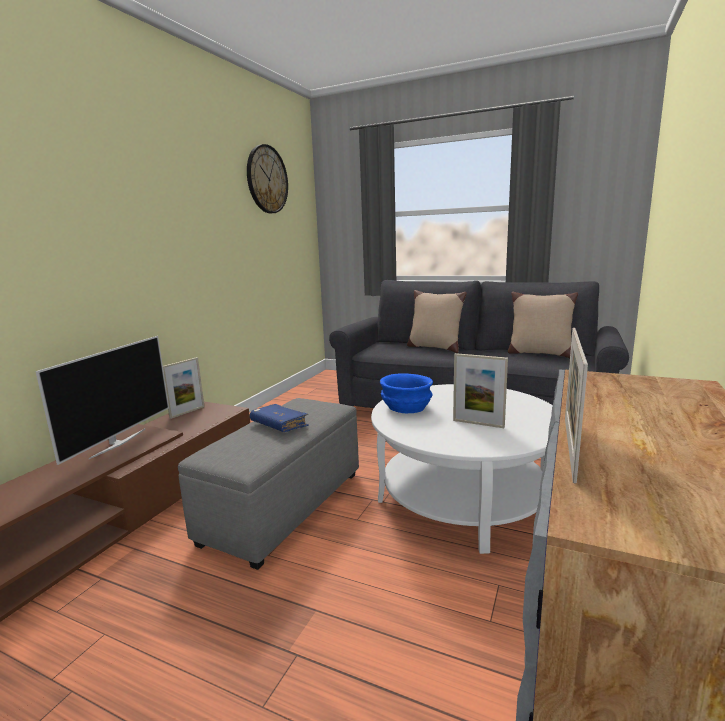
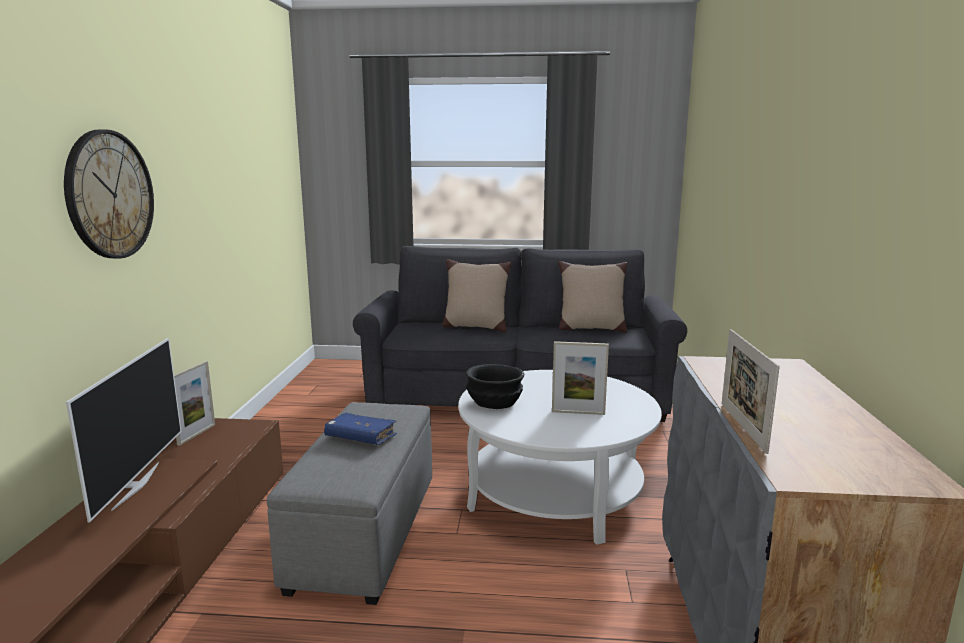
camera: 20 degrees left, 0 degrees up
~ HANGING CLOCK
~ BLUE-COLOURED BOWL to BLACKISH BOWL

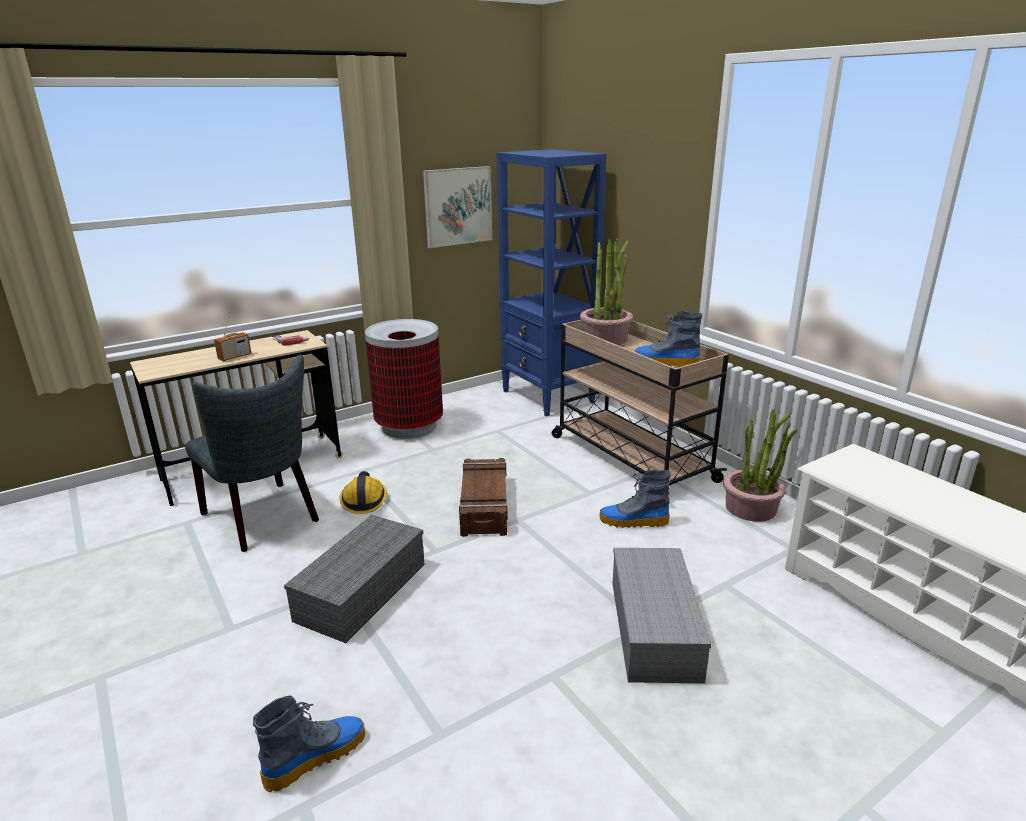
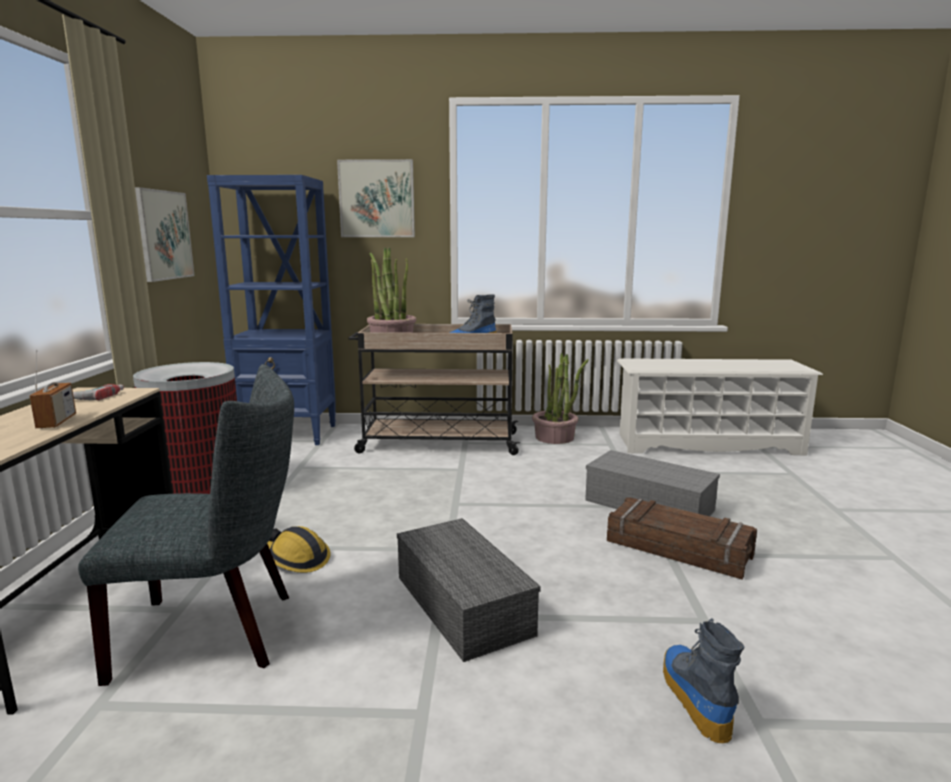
camera: 55 degrees left, 10 degrees down
~ CRATE
- TALL BOOT (no. 2 from left)
+ PICTURE (no. 2 from left)

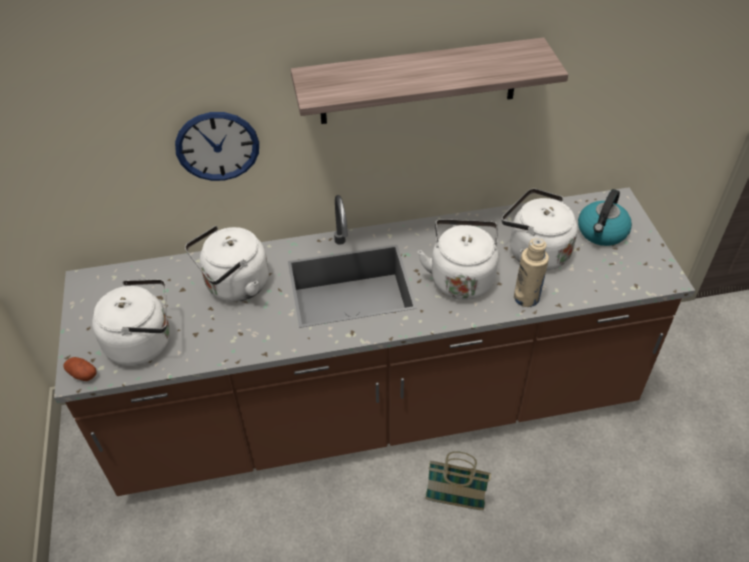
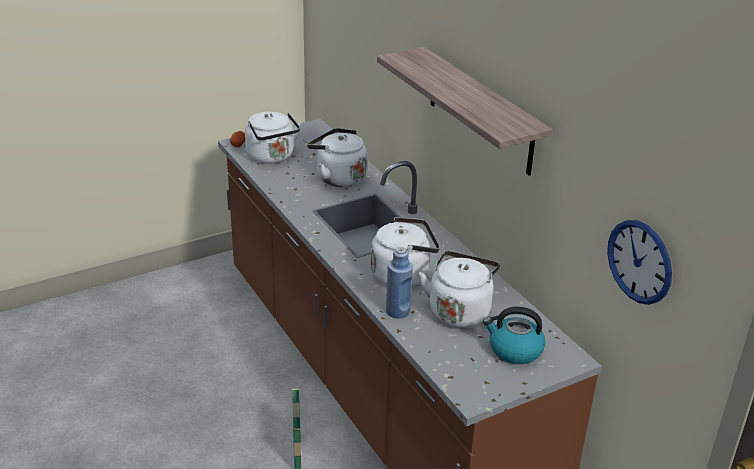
camera: 70 degrees right, 15 degrees down
~ HANGING CLOCK
~ BEIGE DRINK BOTTLE to BLUE-COLOURED DRINK BOTTLE

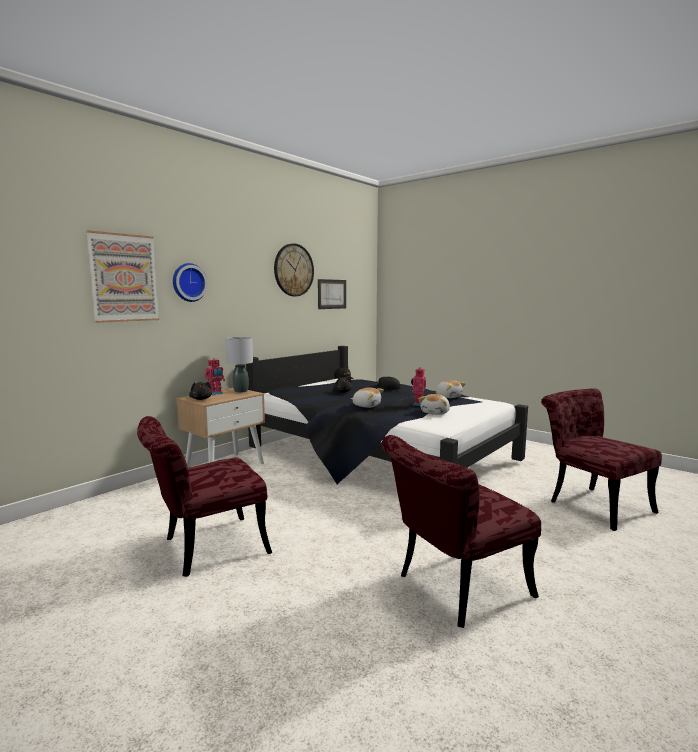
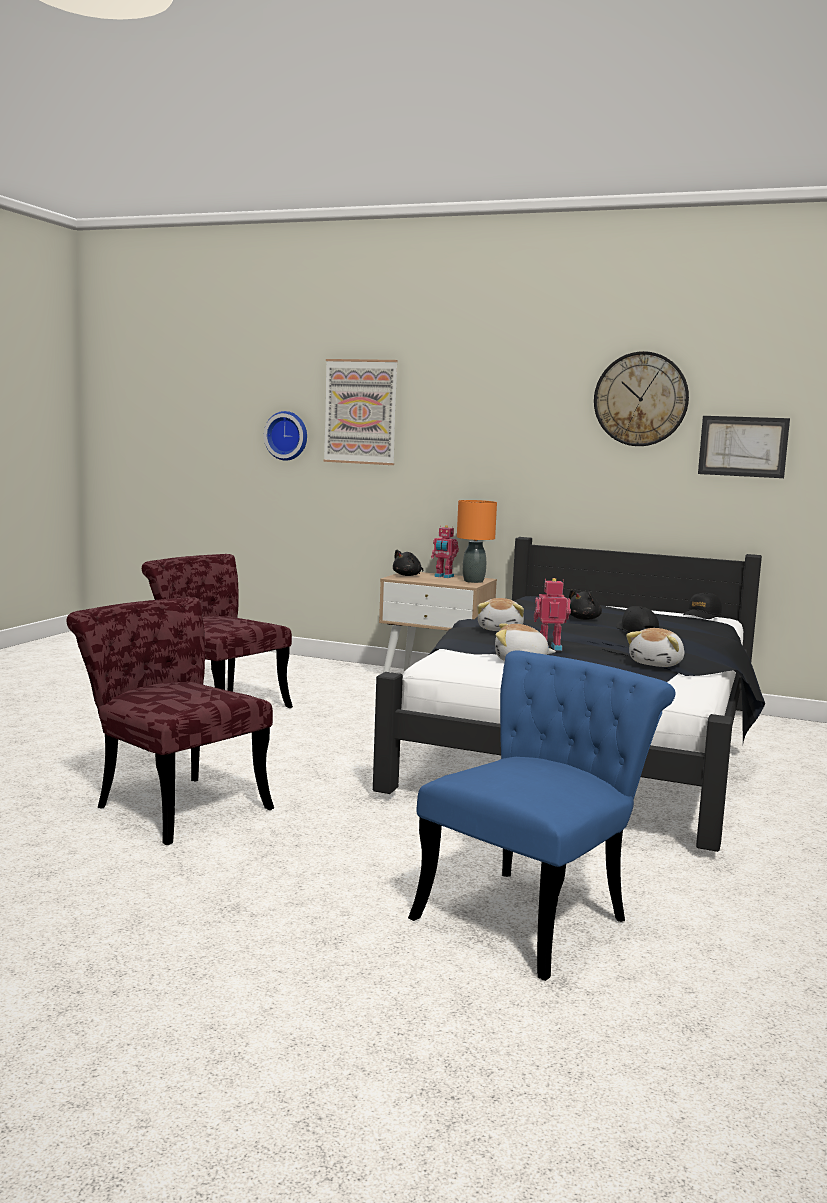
camera: 70 degrees right, 0 degrees up
~ HANGING CLOCK (no. 1 from left)
~ GRAY TABLE LAMP to ORANGE TABLE LAMP
~ RED-COLOURED UPRIGHT CHAIR (no. 3 from left) to BLUE-COLOURED UPRIGHT CHAIR

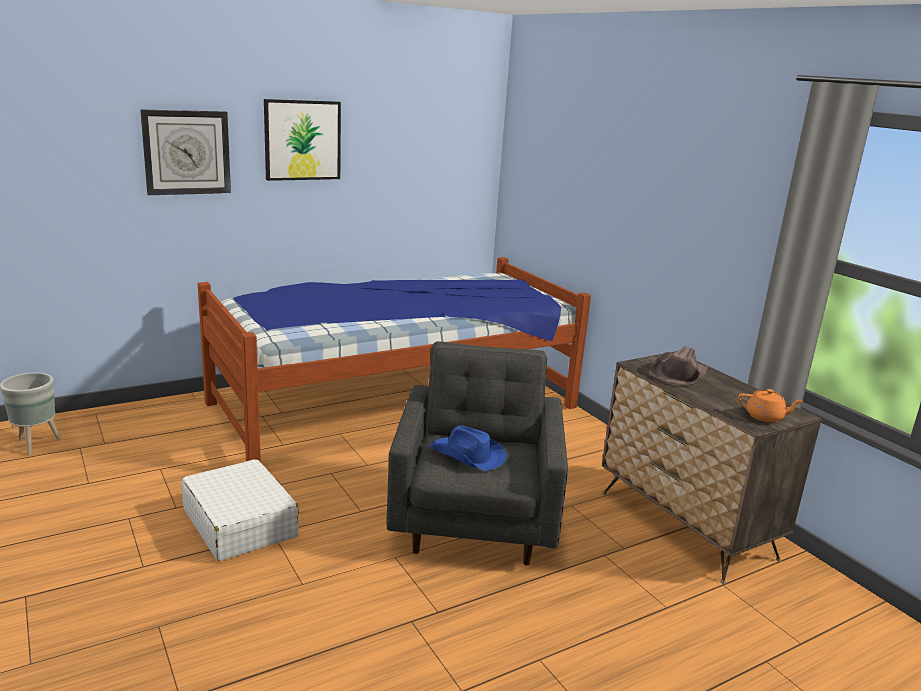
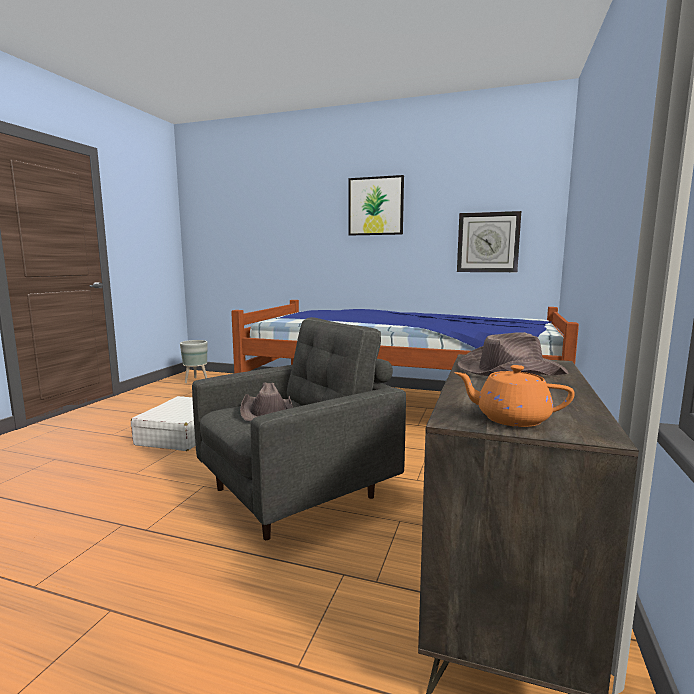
camera: 50 degrees right, 10 degrees down
~ HANGING CLOCK
~ BLUE-COLOURED WEARABLE HAT to BROWN-COLOURED WEARABLE HAT (no. 1 from left)
~ ORANGE TEAPOT 135 degrees clockwise

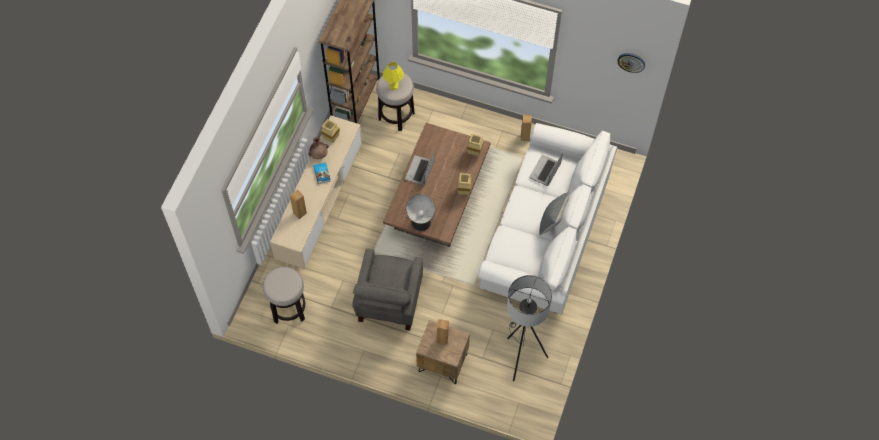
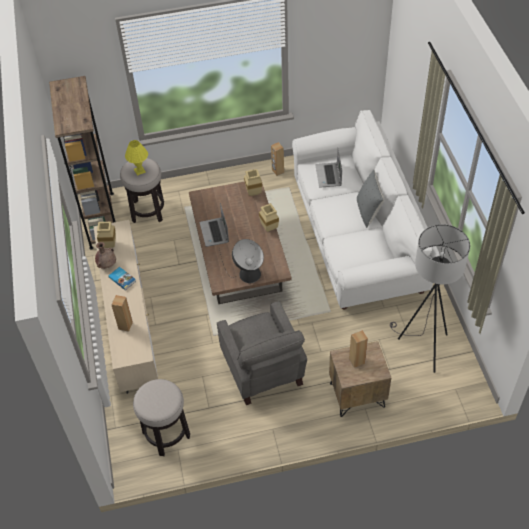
camera: 30 degrees left, 10 degrees down
- HANGING CLOCK

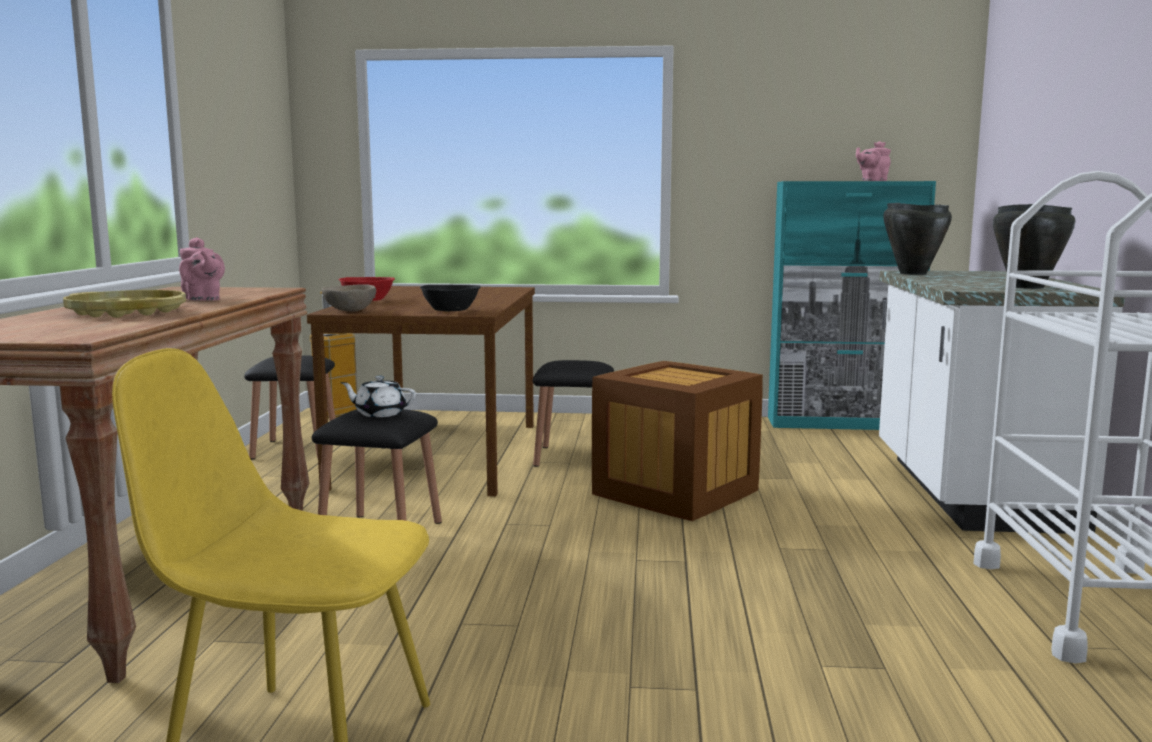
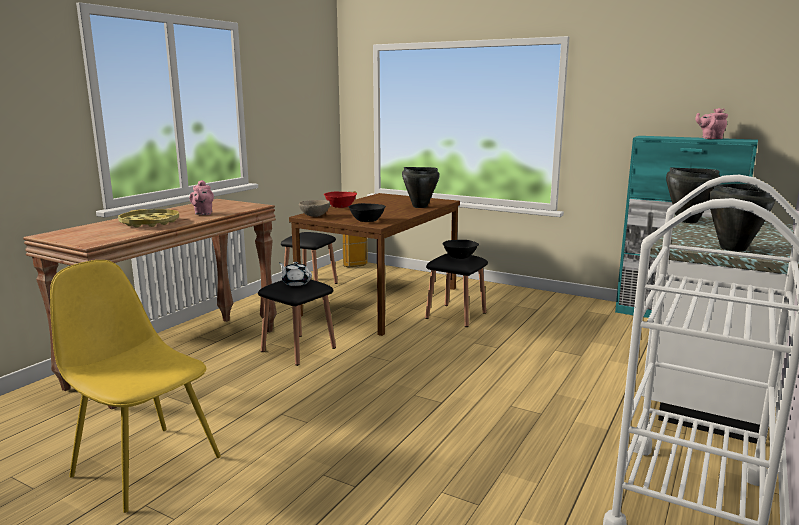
camera: 25 degrees right, 5 degrees up
- CRATE
+ BLACKISH COOKING POT (no. 1 from left)
+ BLACKISH BOWL (no. 2 from left)

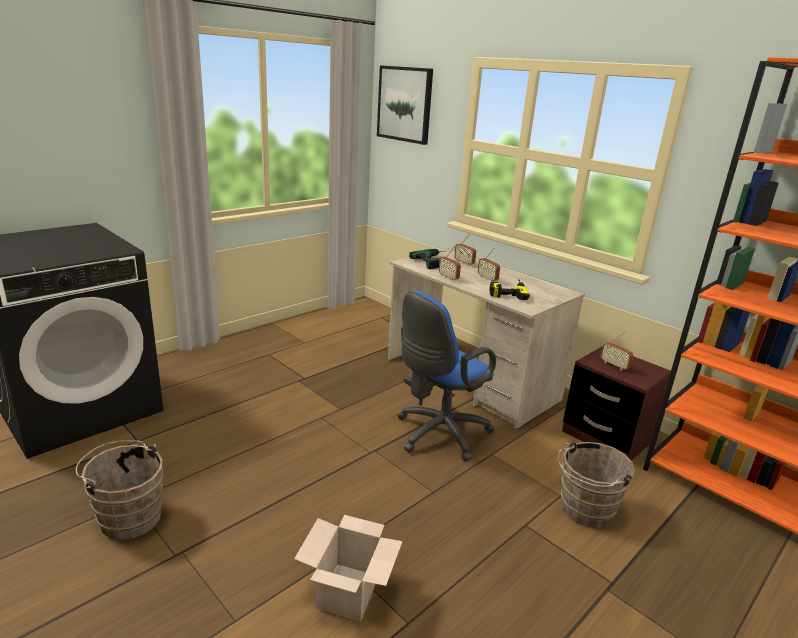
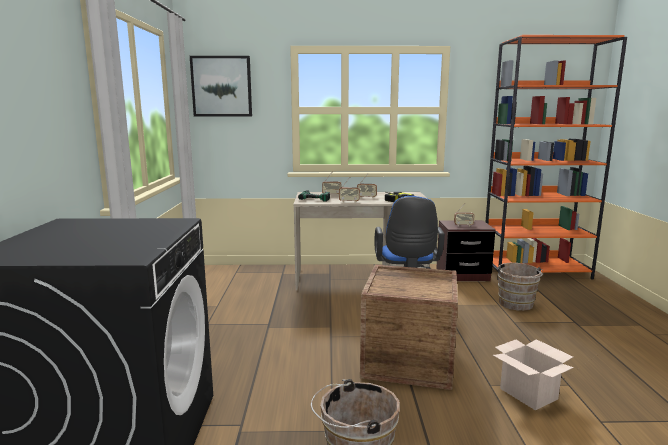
camera: 45 degrees left, 10 degrees down
+ CRATE

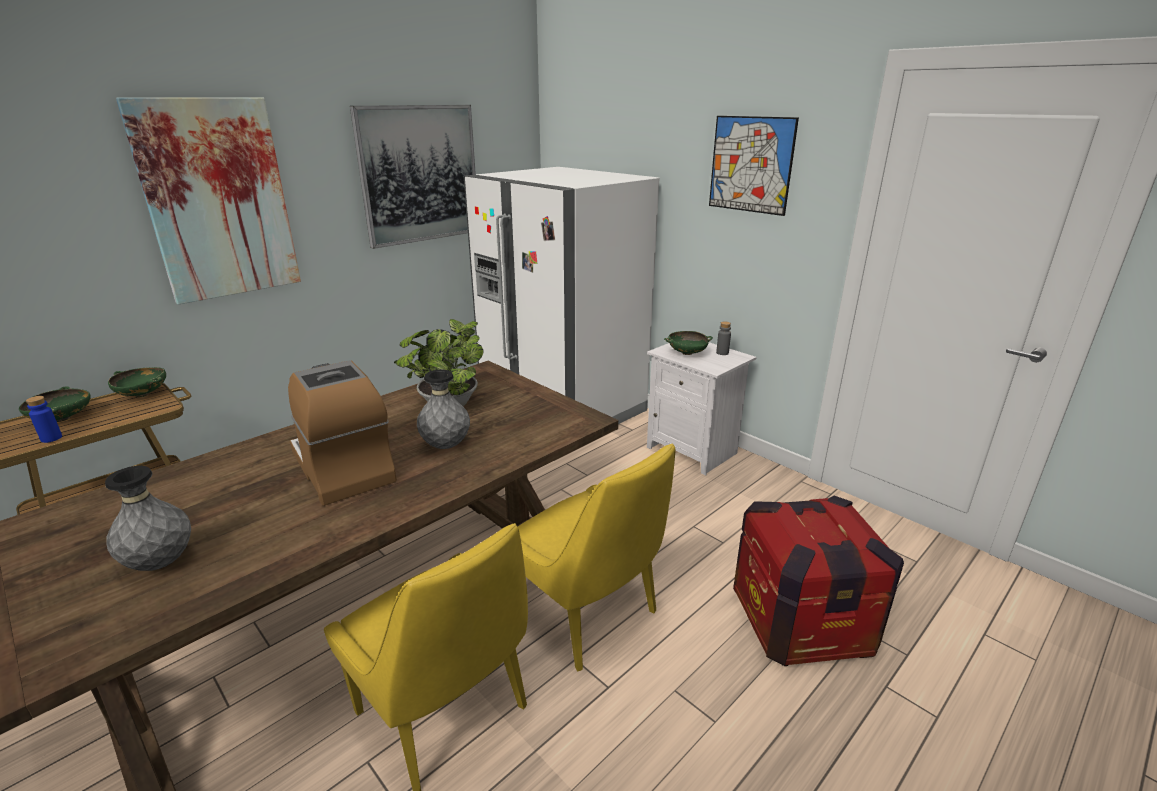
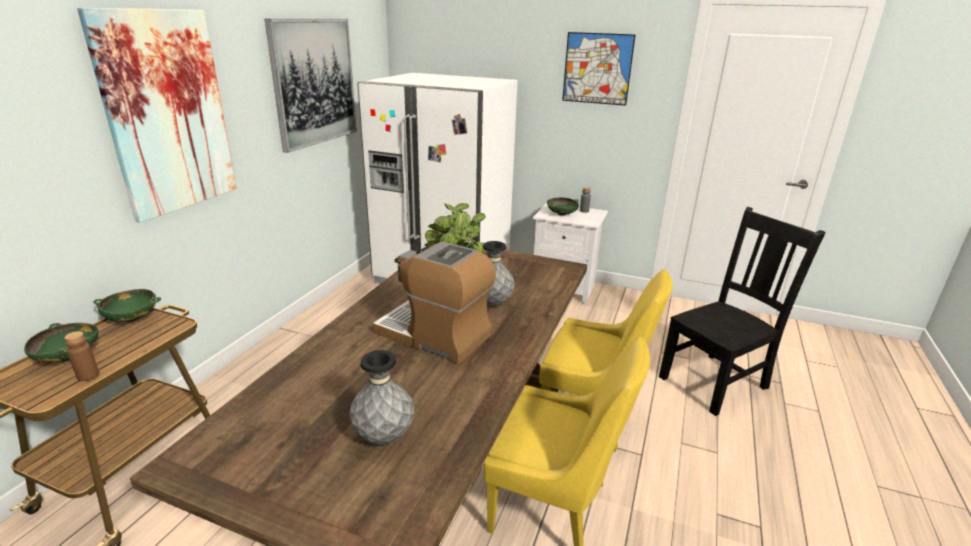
camera: 25 degrees left, 0 degrees up
~ BLUE-COLOURED DRINK BOTTLE to BROWN-COLOURED DRINK BOTTLE
~ CRATE to BLACKISH UPRIGHT CHAIR

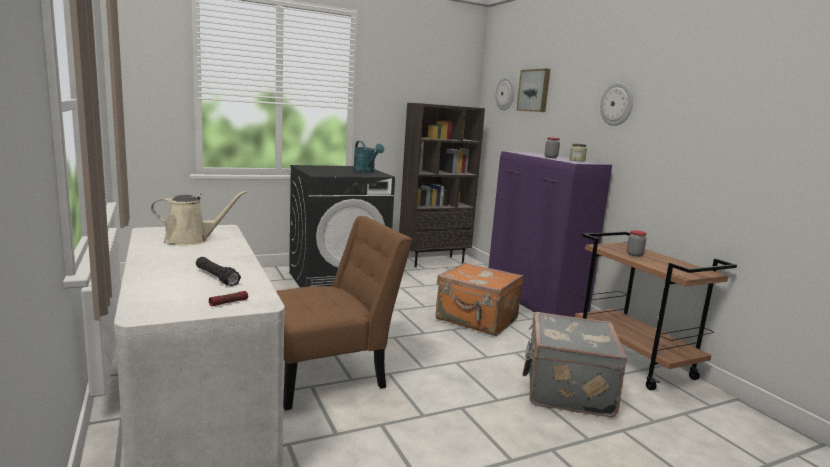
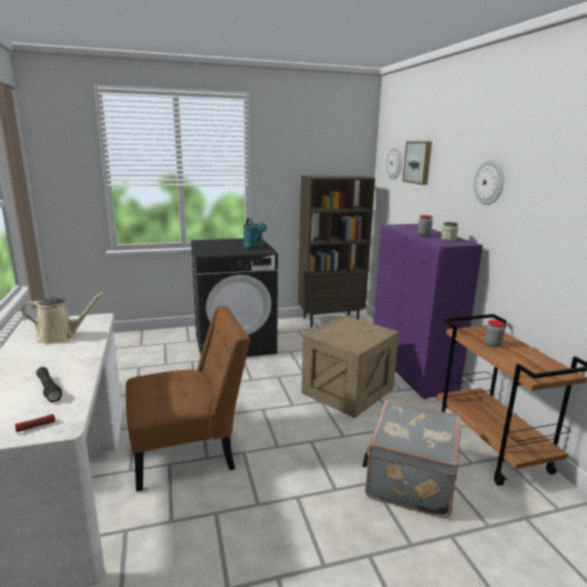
camera: 10 degrees right, 5 degrees up
~ ORANGE PIECE OF LUGGAGE to CRATE

